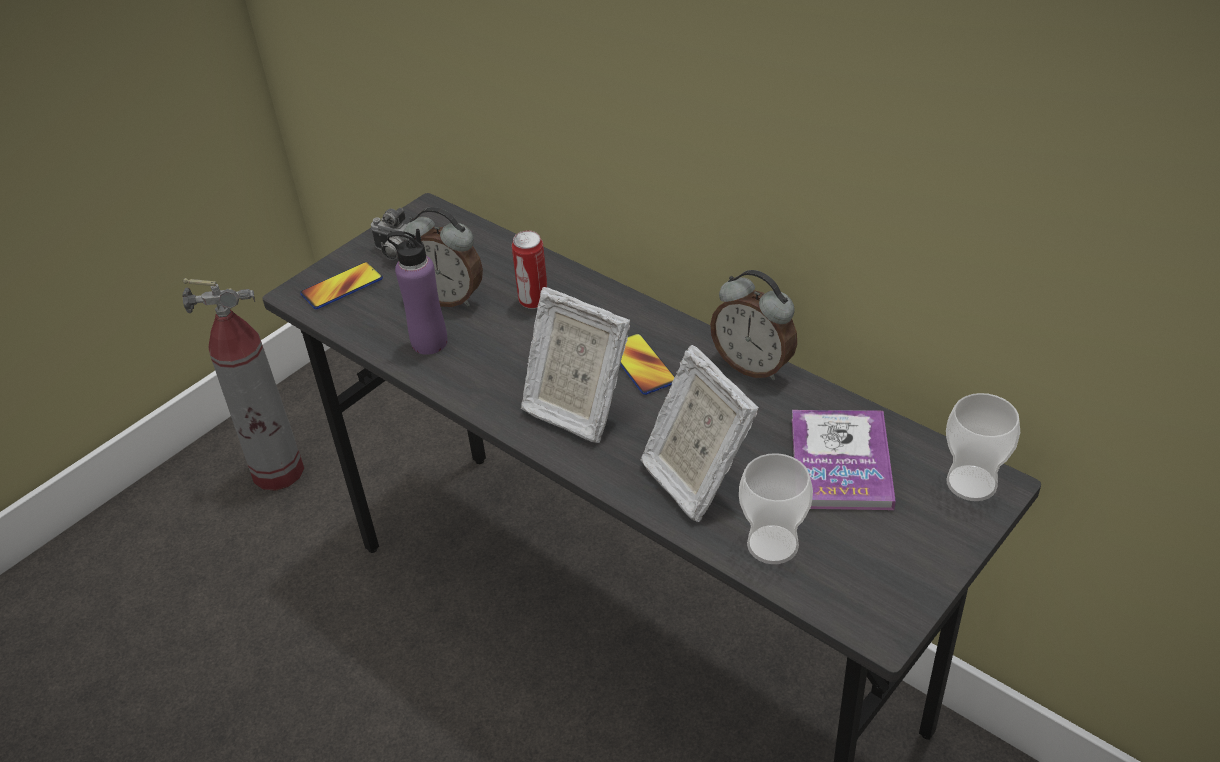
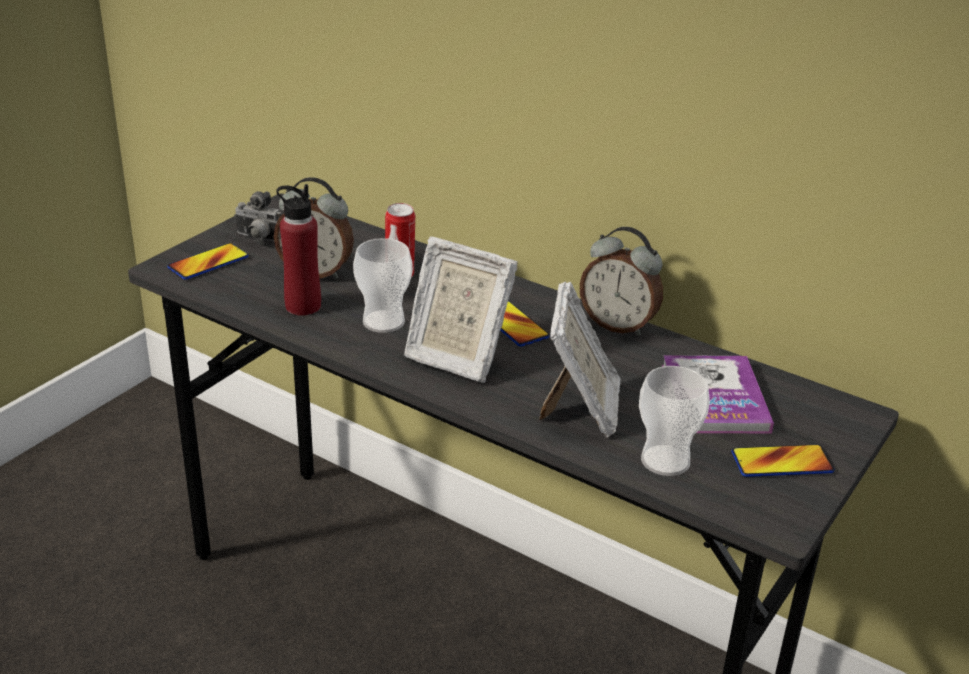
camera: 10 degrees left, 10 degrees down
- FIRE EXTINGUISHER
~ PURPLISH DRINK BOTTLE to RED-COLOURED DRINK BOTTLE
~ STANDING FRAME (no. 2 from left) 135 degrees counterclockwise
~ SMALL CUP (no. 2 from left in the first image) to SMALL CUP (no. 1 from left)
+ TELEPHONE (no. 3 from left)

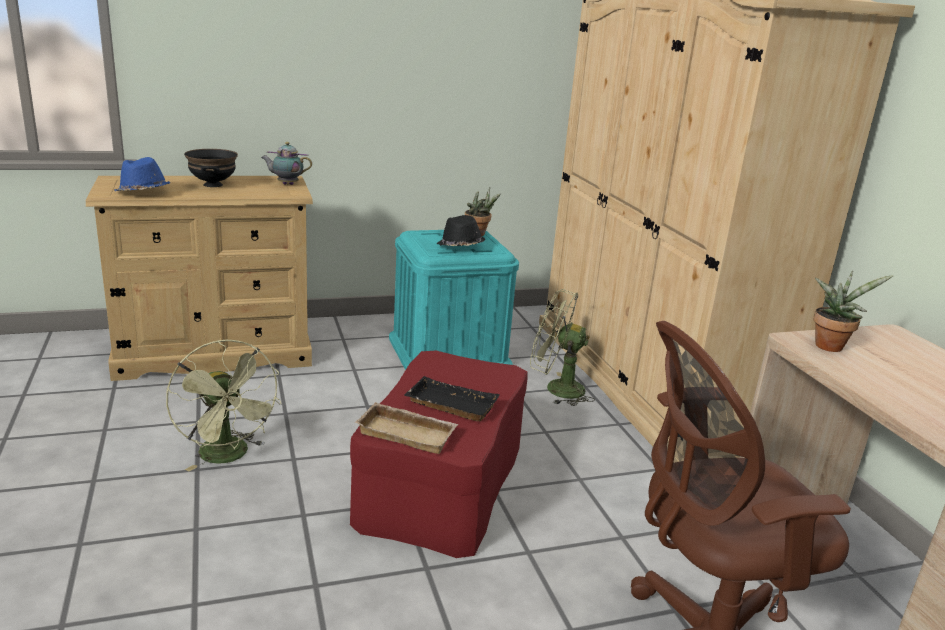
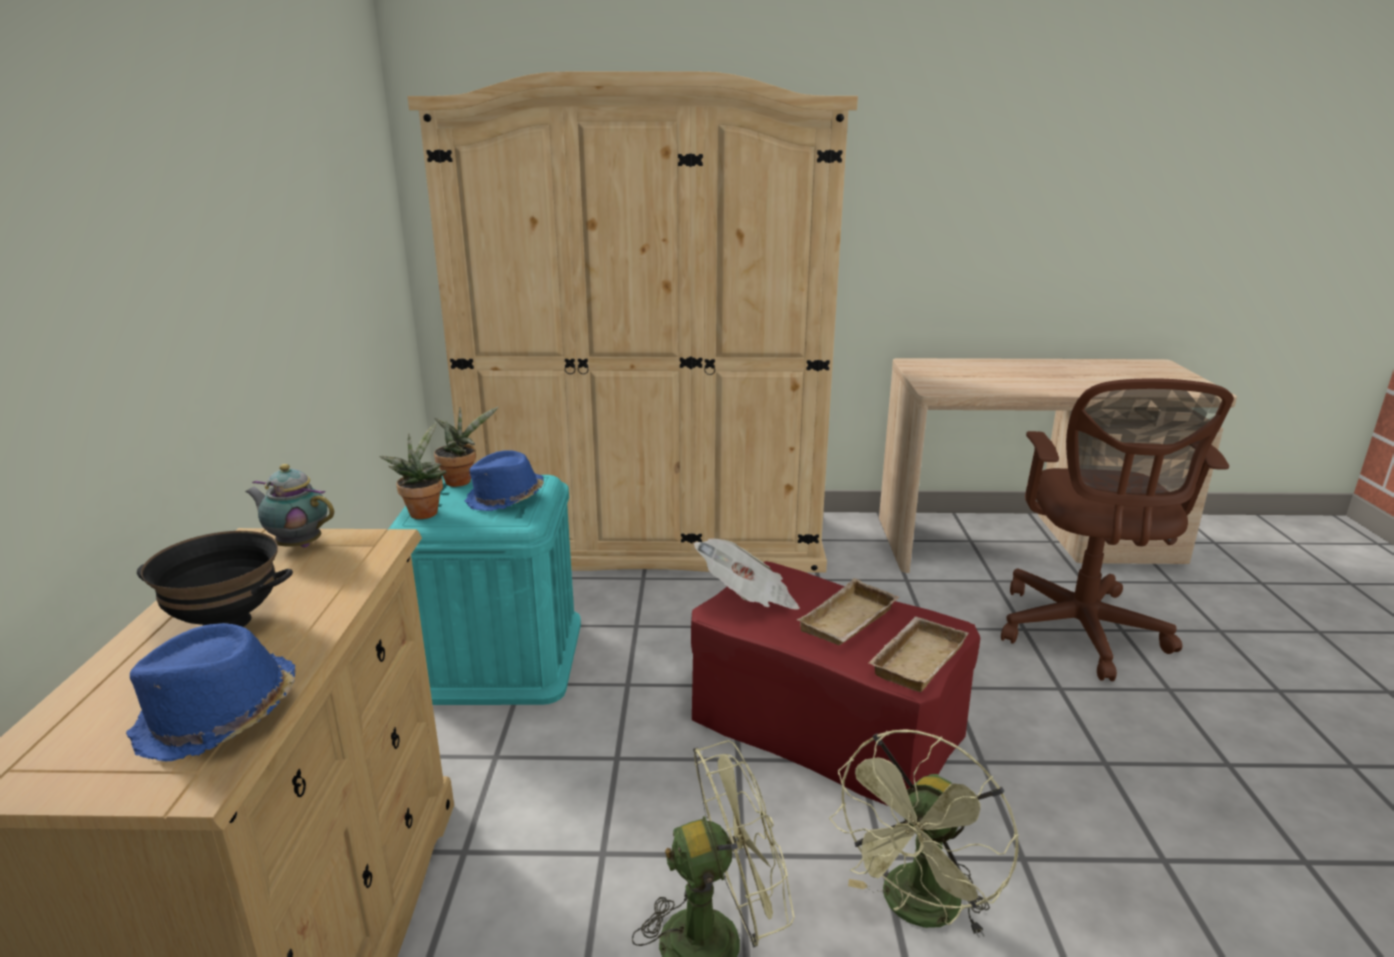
camera: 70 degrees left, 0 degrees up
~ TEAPOT 90 degrees clockwise
~ BLACKISH CARRYING TRAY to BEIGE CARRYING TRAY (no. 1 from left)
~ BLACKISH WEARABLE HAT to BLUE-COLOURED WEARABLE HAT (no. 2 from left)
~ GREEN-COLOURED ELECTRIC FAN (no. 2 from left)
~ HOUSEPLANT (no. 2 from left in the first image) to HOUSEPLANT (no. 1 from left)
+ NEWSPAPER

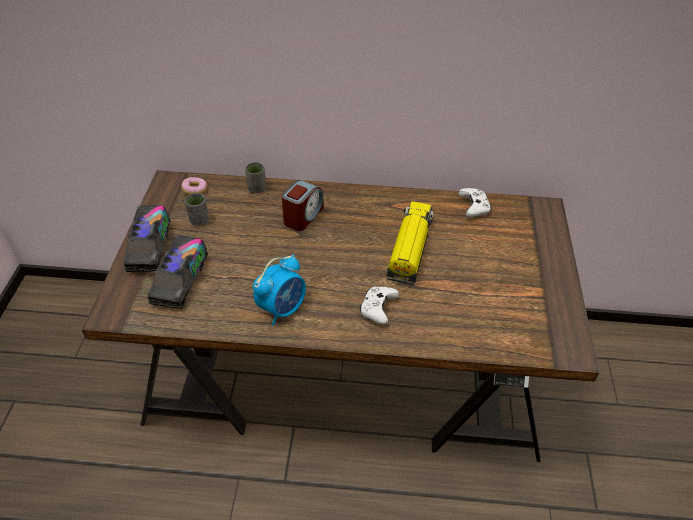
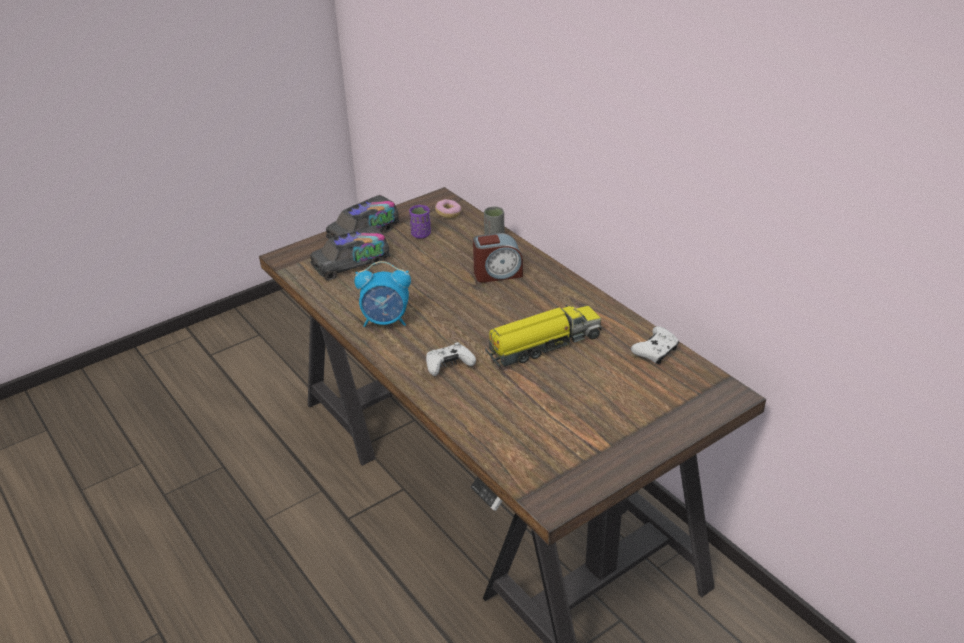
camera: 50 degrees right, 10 degrees down
~ GRAY SMALL CUP (no. 1 from left) to PURPLISH SMALL CUP

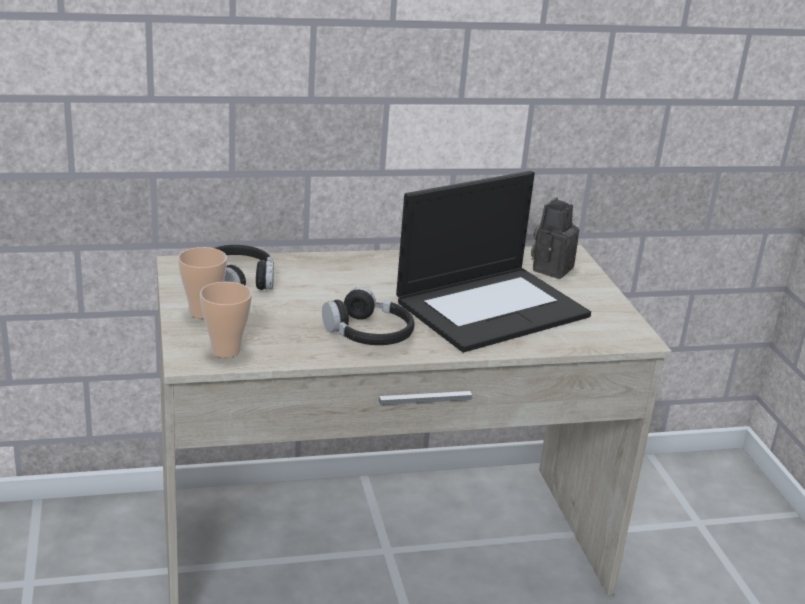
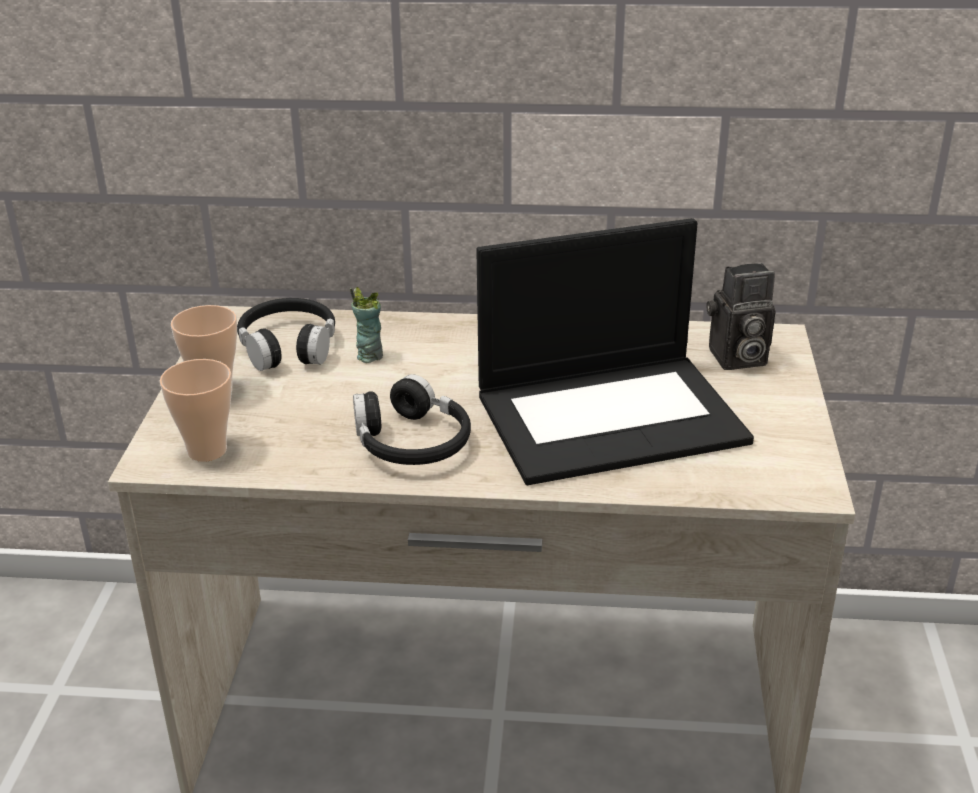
camera: 20 degrees right, 5 degrees up
~ PHOTO CAMERA 150 degrees counterclockwise
+ SMALL CUP (no. 3 from left)

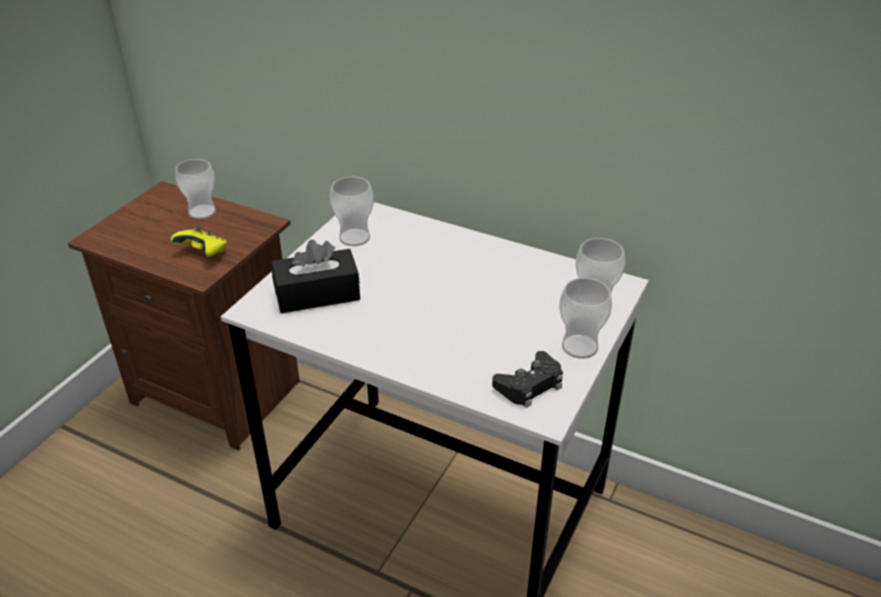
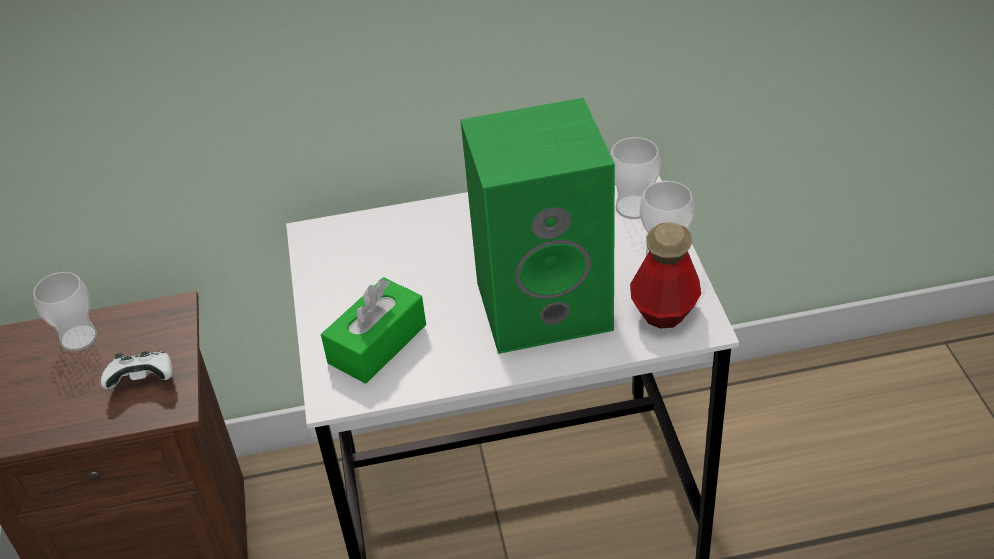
camera: 35 degrees left, 5 degrees up
~ YELLOW GAMEPAD to WHITISH GAMEPAD
~ BLACKISH TISSUE HOLDER to GREEN-COLOURED TISSUE HOLDER
- SMALL CUP (no. 2 from left)
~ BLACKISH GAMEPAD to DRINK BOTTLE
+ GREEN-COLOURED LOUDSPEAKER

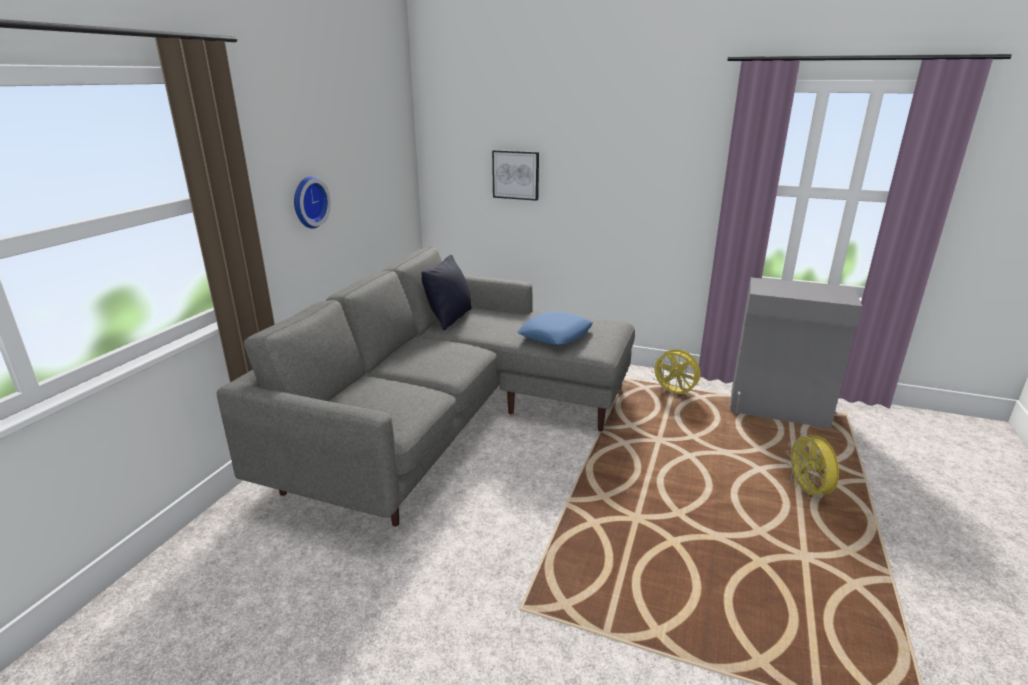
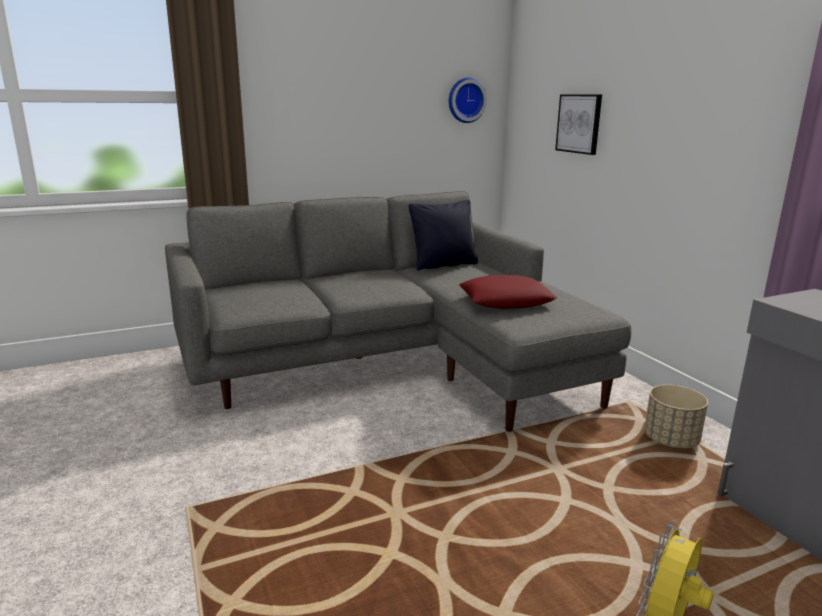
camera: 45 degrees right, 5 degrees down
~ HANGING CLOCK
~ BLUE-COLOURED PILLOW to RED-COLOURED PILLOW
~ YELLOW ELECTRIC FAN (no. 1 from left) to BEIGE PLANTER

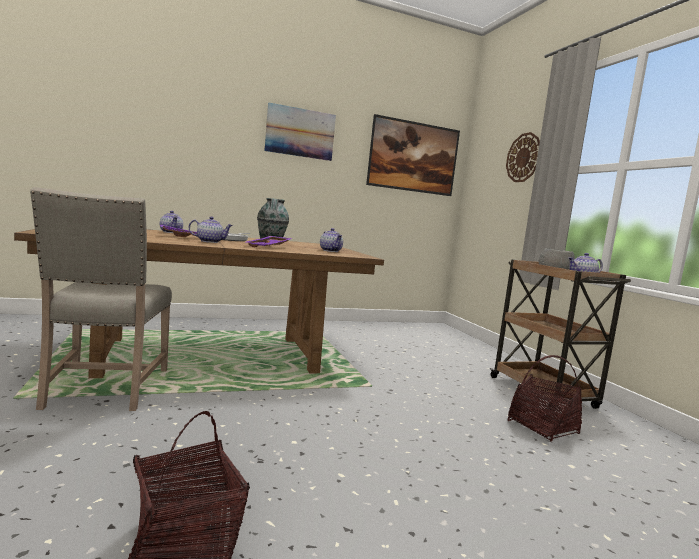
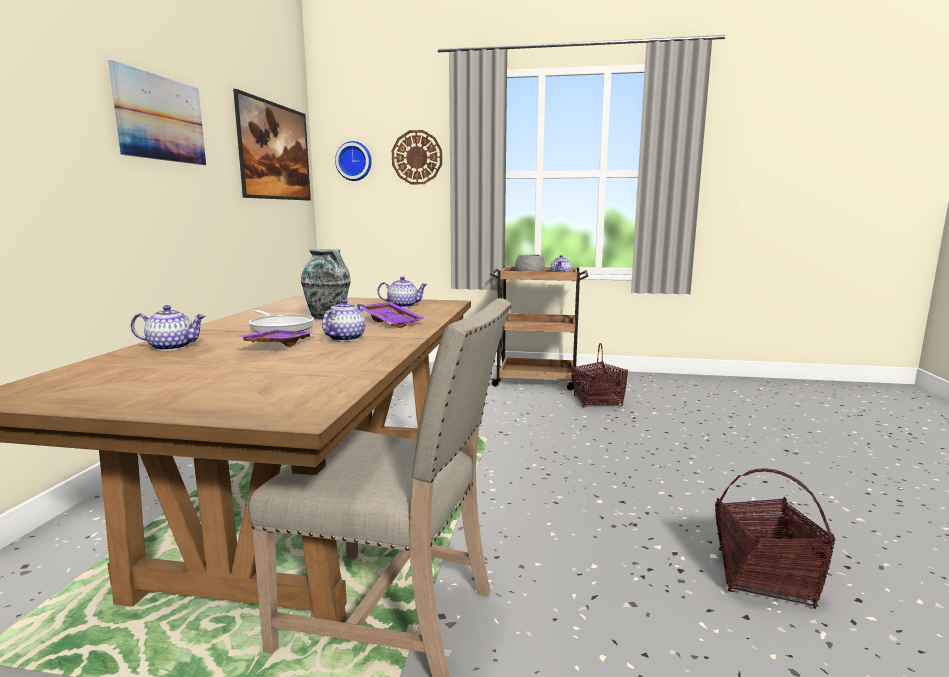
camera: 60 degrees left, 5 degrees up
+ HANGING CLOCK (no. 1 from left)

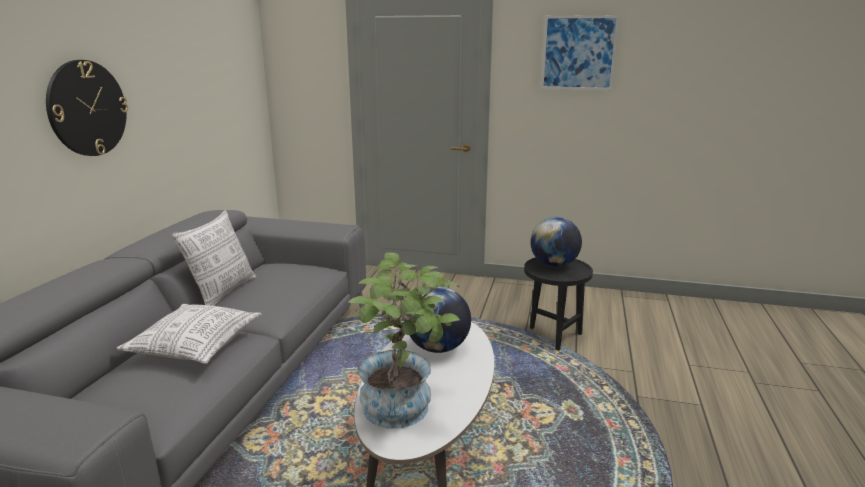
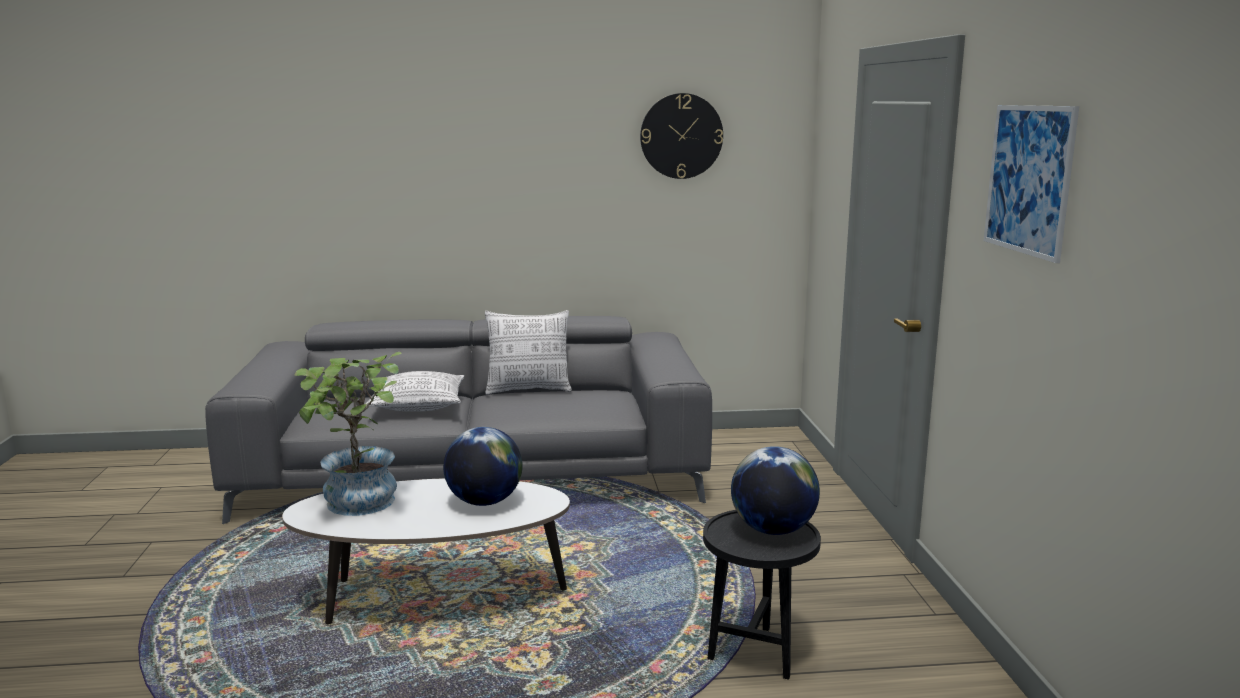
camera: 70 degrees right, 5 degrees down
~ HANGING CLOCK

